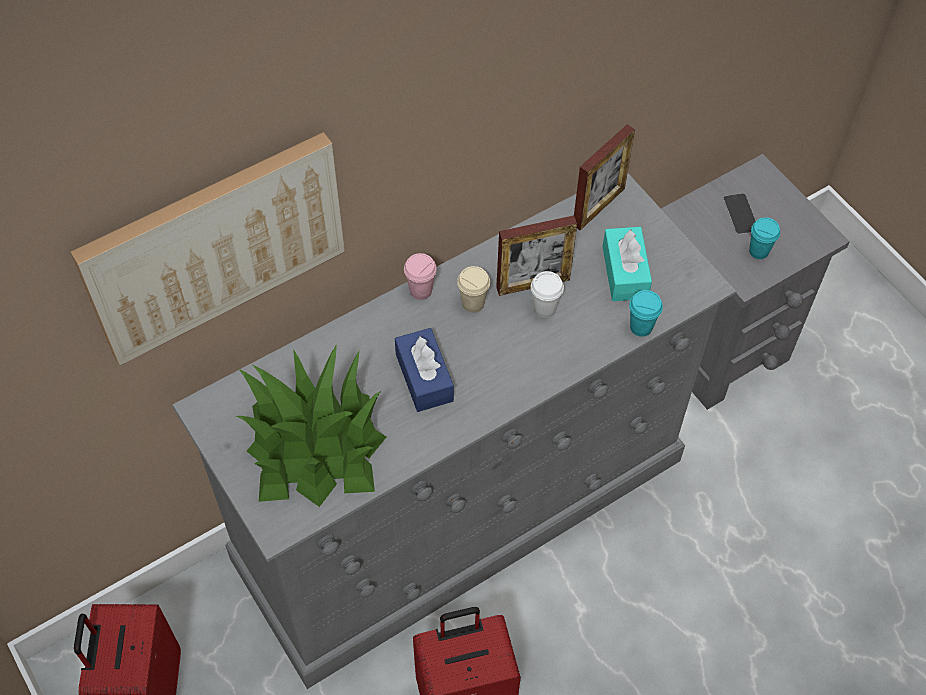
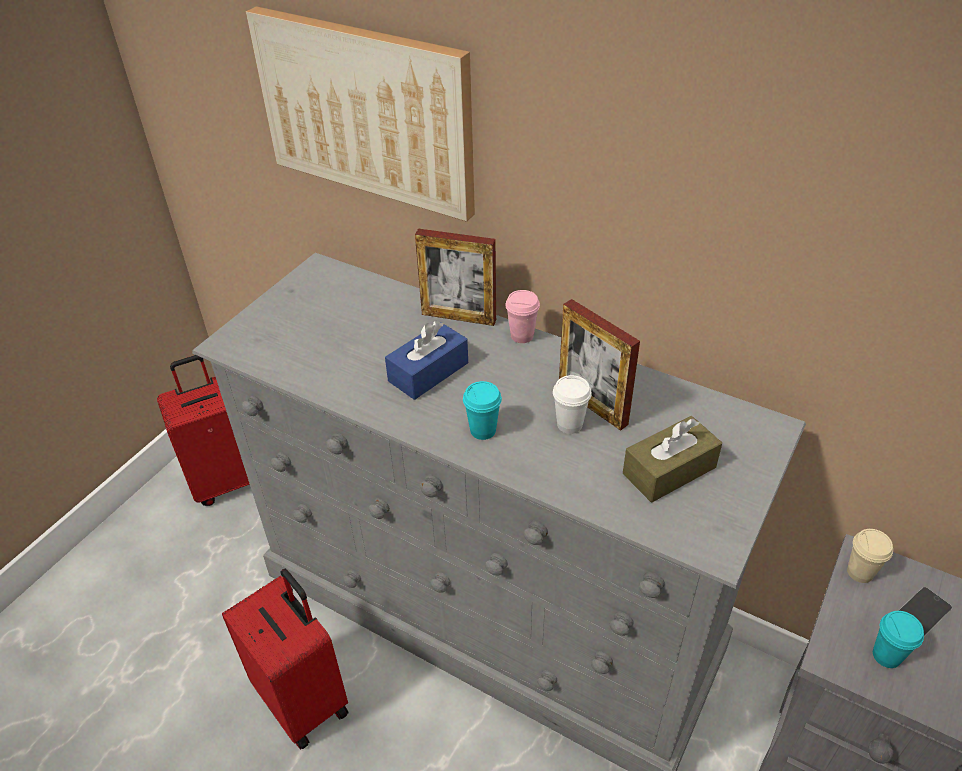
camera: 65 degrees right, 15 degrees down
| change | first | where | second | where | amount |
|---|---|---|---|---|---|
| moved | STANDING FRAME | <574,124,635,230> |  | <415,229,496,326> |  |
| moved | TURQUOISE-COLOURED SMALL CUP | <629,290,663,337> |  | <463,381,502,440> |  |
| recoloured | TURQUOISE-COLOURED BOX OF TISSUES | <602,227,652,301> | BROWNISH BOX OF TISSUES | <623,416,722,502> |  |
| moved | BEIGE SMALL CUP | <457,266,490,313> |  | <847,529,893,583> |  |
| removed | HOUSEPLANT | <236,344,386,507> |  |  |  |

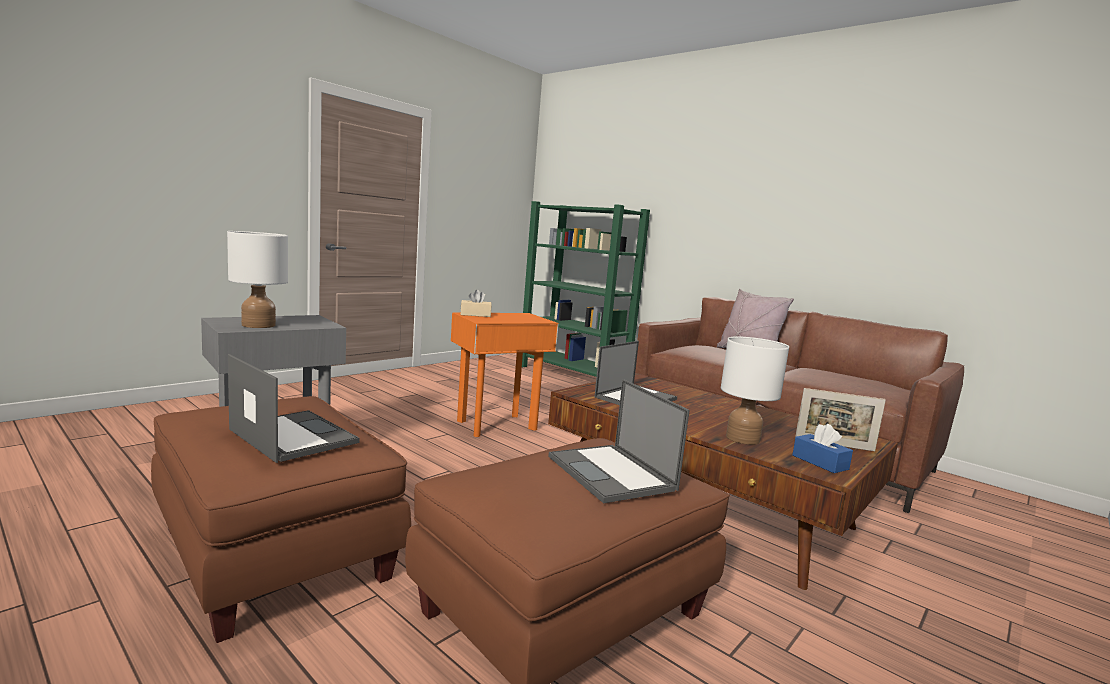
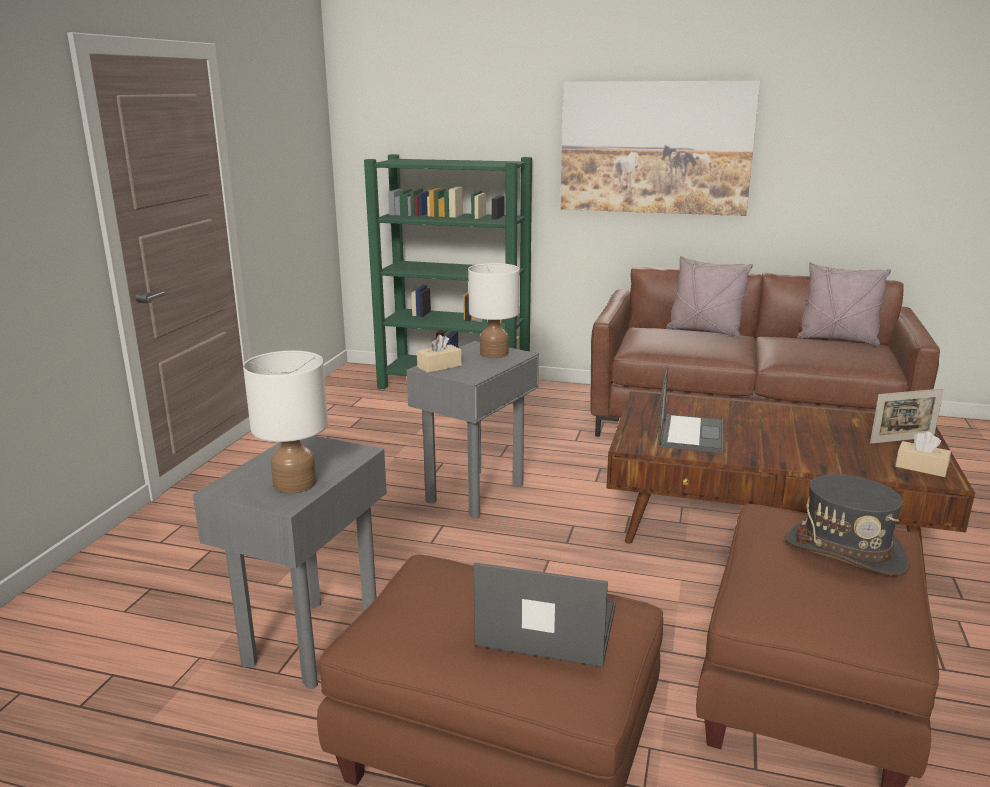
camera: 25 degrees left, 10 degrees up
| change | first | where | second | where | amount |
|---|---|---|---|---|---|
| recoloured | ORANGEY ACCENT TABLE | <451,313,559,437> | GRAY ACCENT TABLE | <407,341,539,518> |  |
| moved | WHITE-COLOURED TABLE LAMP | <721,336,789,445> |  | <468,263,520,358> |  |
| added |  |  | WALL ART | <560,81,760,216> |  |
| replaced | PORTABLE COMPUTER | <548,379,690,503> | GRAY WEARABLE HAT | <785,474,910,576> |  |
| added |  |  | PURPLE-COLOURED PILLOW | <797,262,891,346> |  |
| recoloured | BLUE-COLOURED BOX OF TISSUES | <792,424,853,473> | BEIGE BOX OF TISSUES | <895,432,951,477> |  |

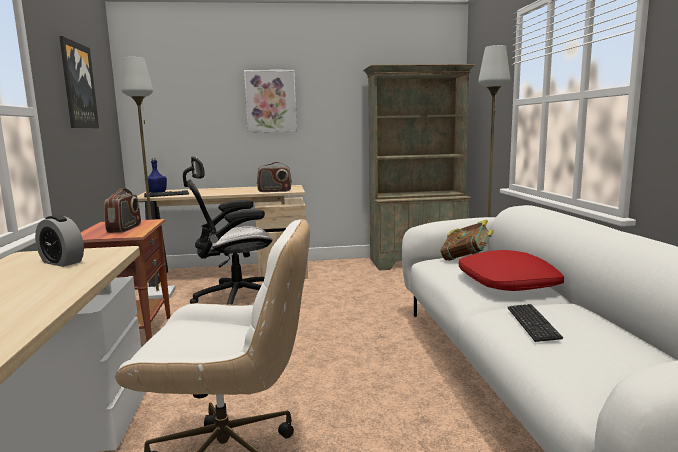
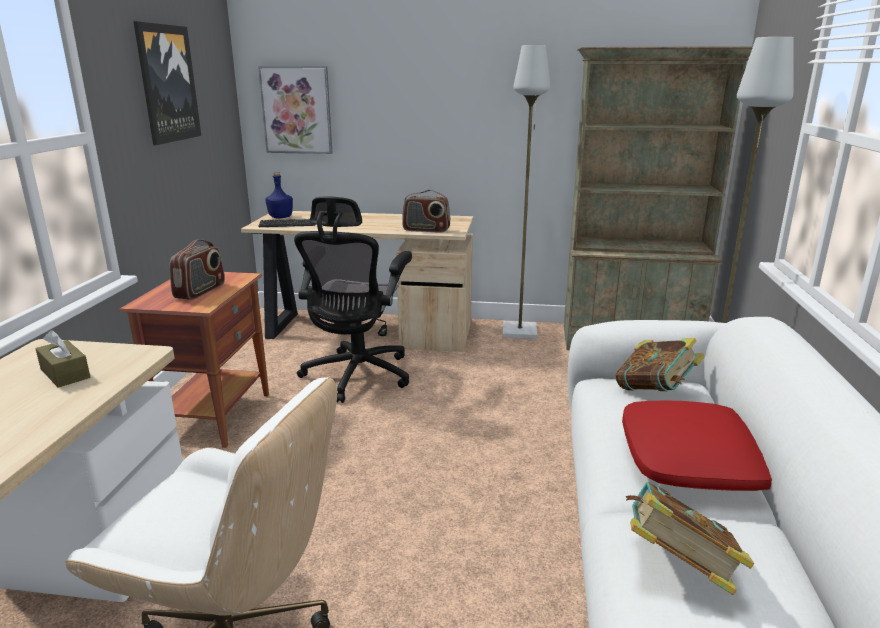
camera: 15 degrees right, 10 degrees up
| change | first | where | second | where | amount |
|---|---|---|---|---|---|
| replaced | BEDSIDE CLOCK | <35,215,84,267> | BROWNISH BOX OF TISSUES | <36,330,90,388> |  |
| moved | WALL ART | <244,70,297,133> |  | <258,66,333,154> |  |
| turned | OFFICE CHAIR | <183,156,273,305> |  | <294,196,412,403> | 75 degrees counterclockwise |
| moved | GRAY STANDARD LAMP | <121,57,175,300> |  | <502,45,550,339> |  |
| replaced | PC KEYBOARD | <508,304,563,342> | VOLUME | <626,482,754,595> |  |

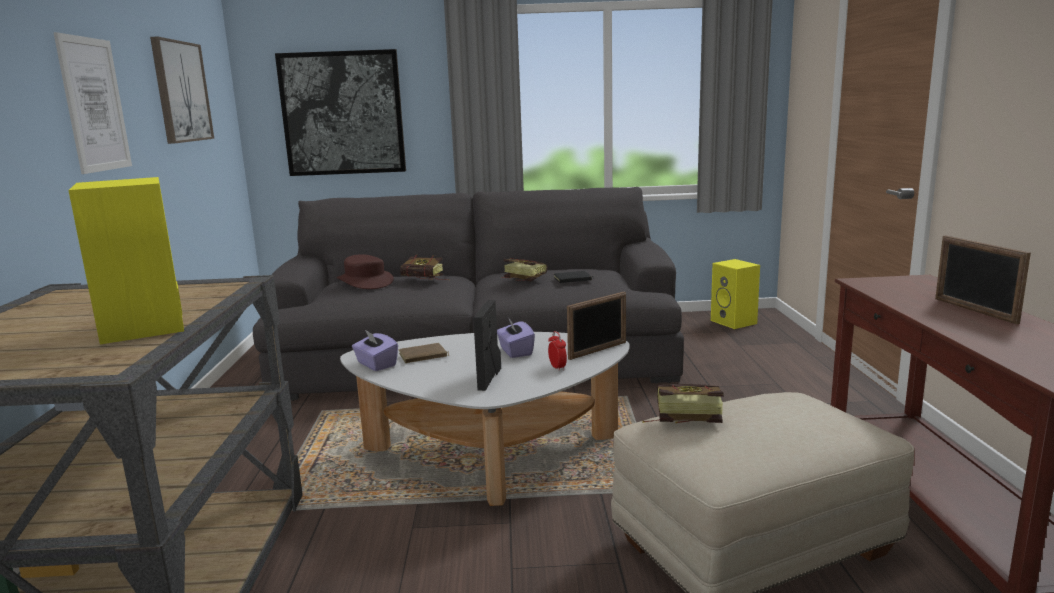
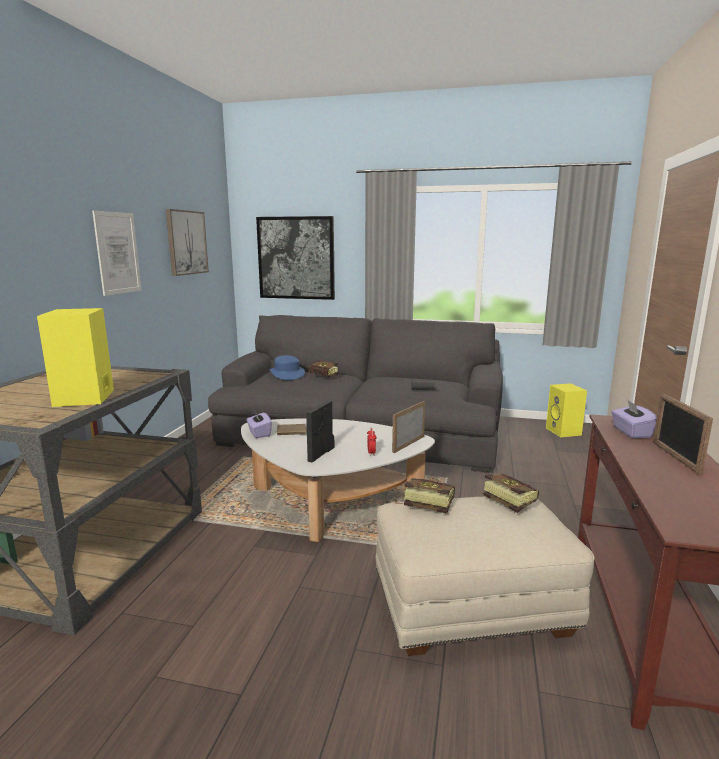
camera: 15 degrees right, 0 degrees up
| change | first | where | second | where | amount |
|---|---|---|---|---|---|
| recoloured | BROWNISH WEARABLE HAT | <336,254,394,289> | BLUE-COLOURED WEARABLE HAT | <269,355,305,380> |  |
| turned | STANDING FRAME | <567,292,626,360> |  | <392,401,425,453> | 150 degrees clockwise |
| moved | VOLUME | <501,258,547,282> |  | <479,474,539,513> |  |
| moved | PURPLE-COLOURED BOX OF TISSUES | <497,319,535,358> |  | <611,399,657,438> |  |

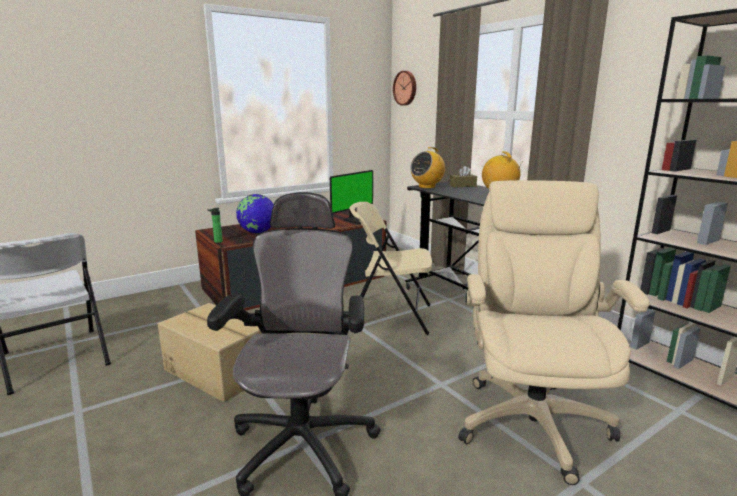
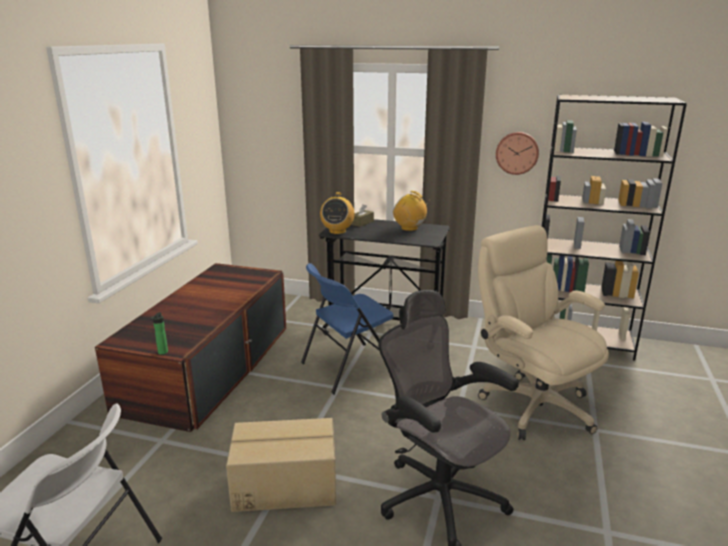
camera: 40 degrees left, 5 degrees up
| change | first | where | second | where | amount |
|---|---|---|---|---|---|
| recoloured | BEIGE UPRIGHT CHAIR | <349,202,432,335> | BLUE-COLOURED UPRIGHT CHAIR | <301,263,393,395> |  |
| moved | HANGING CLOCK | <393,71,416,106> |  | <496,132,539,175> |  |
| removed | DESK GLOBE | <236,194,274,233> |  |  |  |
| removed | COMPUTER DISPLAY | <330,170,373,224> |  |  |  |

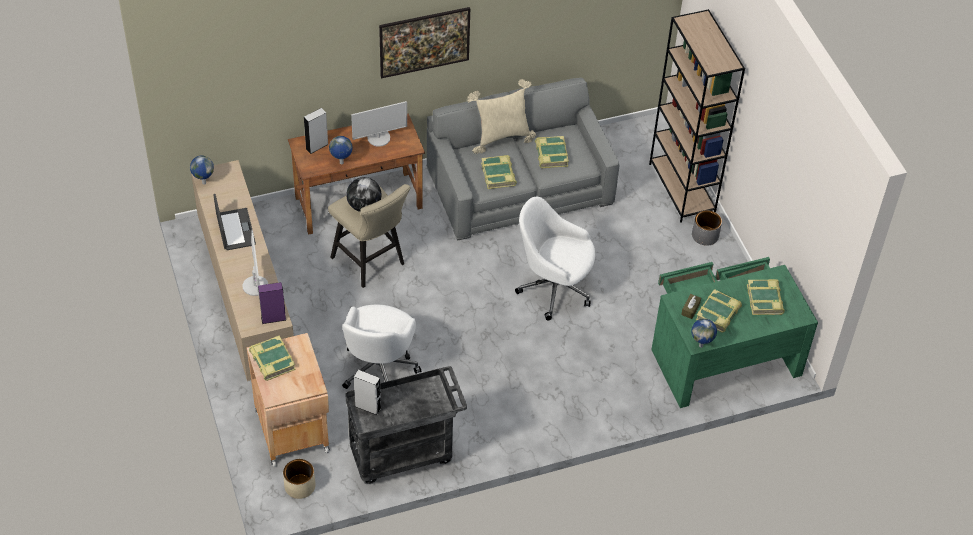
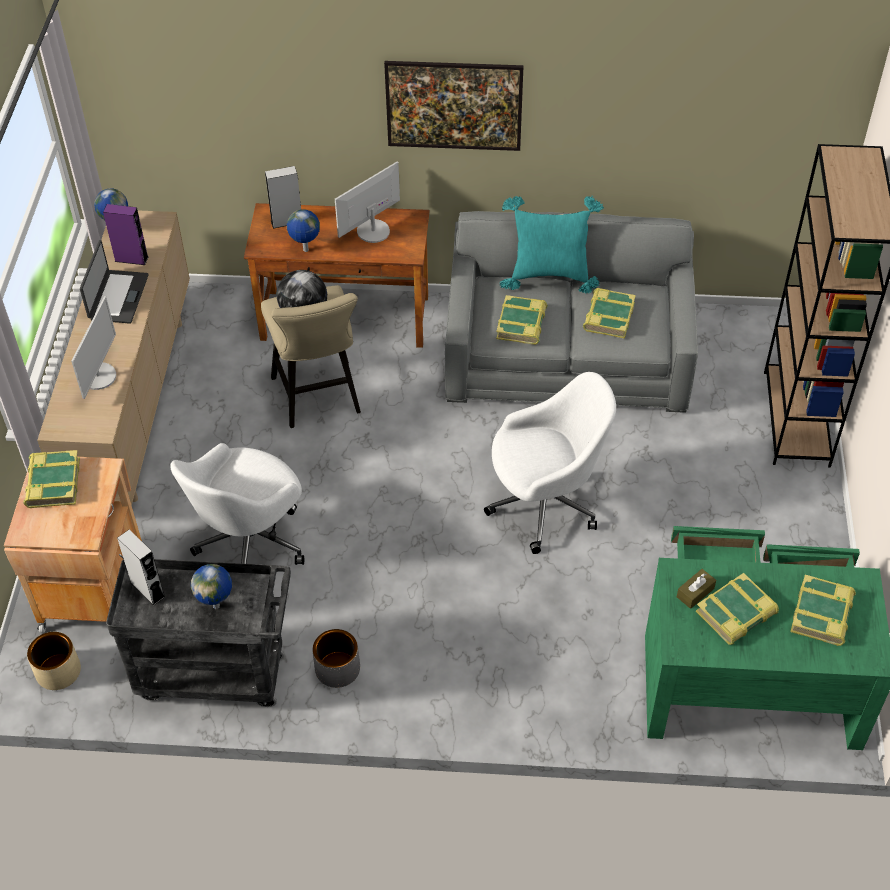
camera: 25 degrees right, 0 degrees up
| change | first | where | second | where | amount |
|---|---|---|---|---|---|
| moved | PURPLE-COLOURED LOUDSPEAKER | <258,282,286,324> |  | <103,204,148,265> |  |
| moved | DESK GLOBE | <691,318,717,348> |  | <191,564,232,609> |  |
| moved | GRAY PLANTER | <692,210,722,246> |  | <312,629,360,688> |  |
| turned | COMPUTER DISPLAY | <351,101,407,147> |  | <335,161,400,243> | 135 degrees clockwise |
| turned | WHITE-COLOURED OFFICE CHAIR | <515,197,595,320> |  | <484,372,616,554> | 120 degrees clockwise |
| recoloured | BEIGE PILLOW | <467,78,537,154> | TURQUOISE-COLOURED PILLOW | <499,196,604,294> |  |

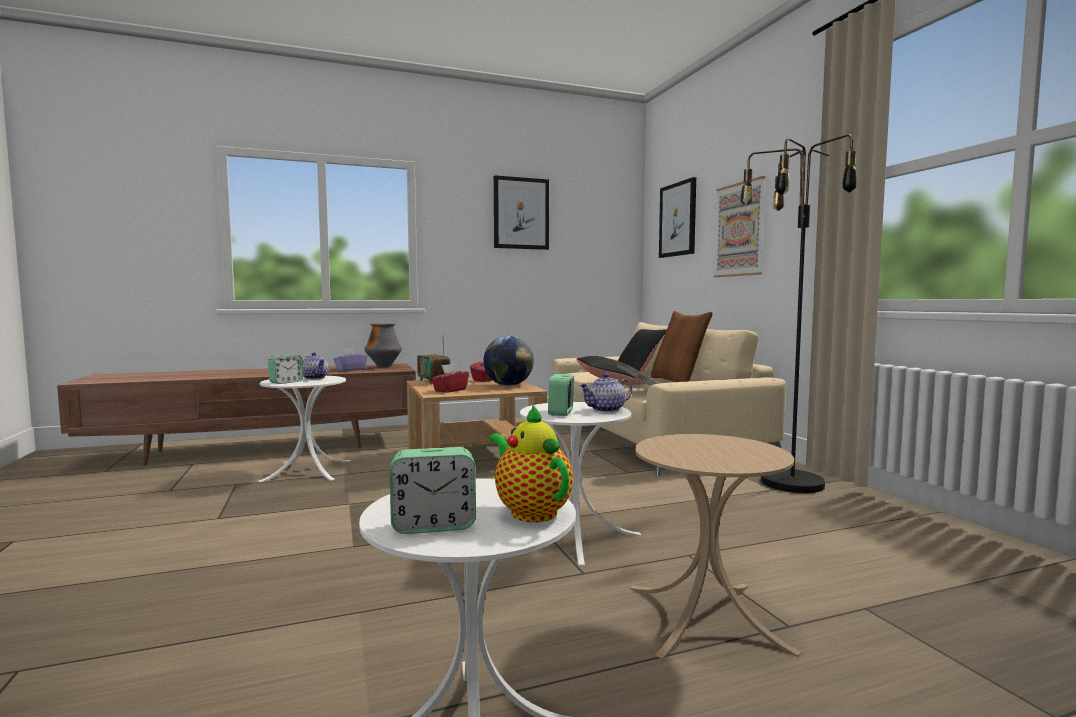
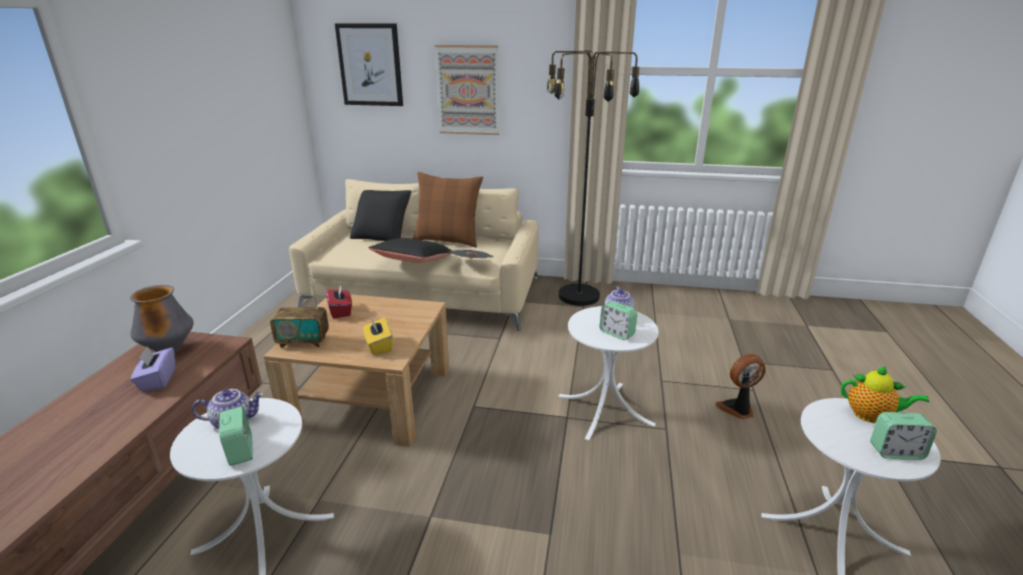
camera: 60 degrees left, 20 degrees up
| change | first | where | second | where | amount |
|---|---|---|---|---|---|
| recoloured | REDDISH BOX OF TISSUES | <431,364,469,393> | YELLOW BOX OF TISSUES | <363,317,393,355> |  |
| replaced | BEIGE ACCENT TABLE | <630,434,801,659> | ELECTRIC FAN | <716,354,766,419> |  |
| turned | TEAPOT | <489,404,573,523> |  | <841,366,929,423> | 150 degrees counterclockwise |
| turned | BEDSIDE CLOCK | <390,447,476,534> |  | <870,412,937,460> | 75 degrees clockwise |
| removed | DESK GLOBE | <484,336,534,386> |  |  |  |
| removed | WALL ART | <494,175,549,250> |  |  |  |

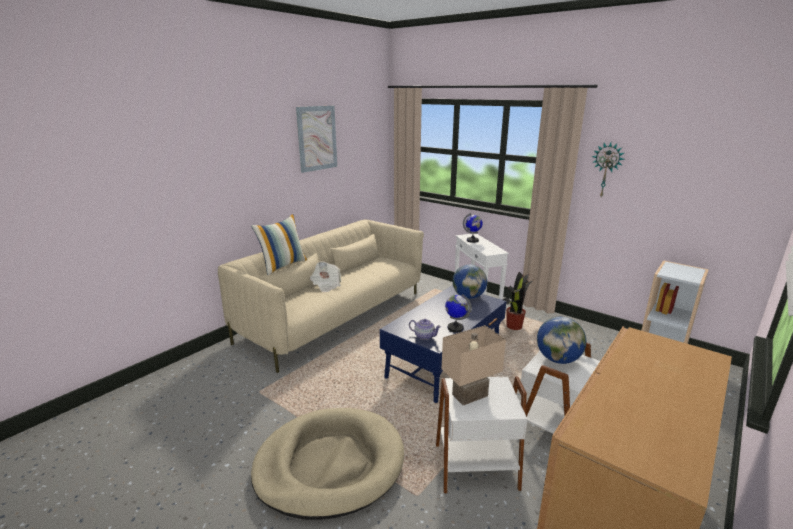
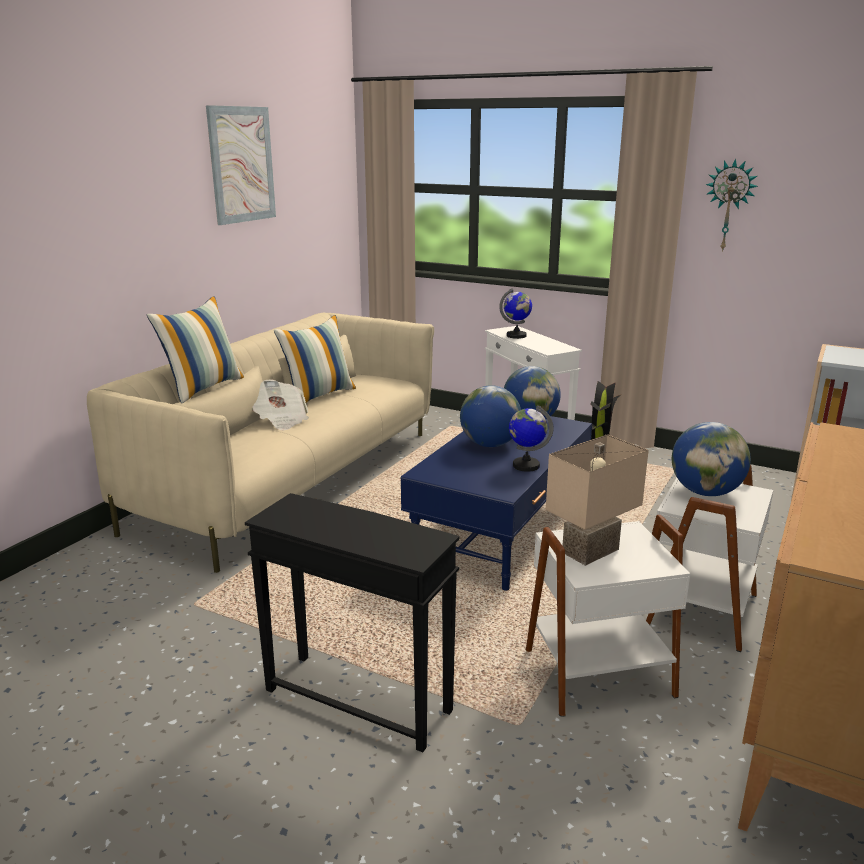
camera: 10 degrees left, 0 degrees up
| change | first | where | second | where | amount |
|---|---|---|---|---|---|
| replaced | BEIGE PET BED | <251,408,404,520> | BLACK-COLOURED ACCENT TABLE | <245,493,460,752> |  |
| added |  |  | PILLOW | <274,315,356,403> |  |
| added |  |  | DESK GLOBE | <460,385,521,447> |  |
| removed | TEAPOT | <409,319,441,340> |  |  |  |

